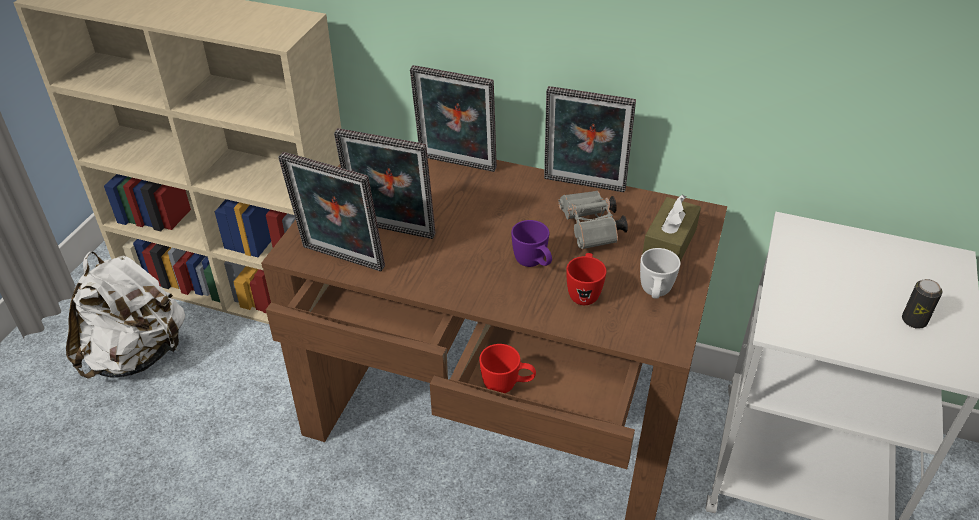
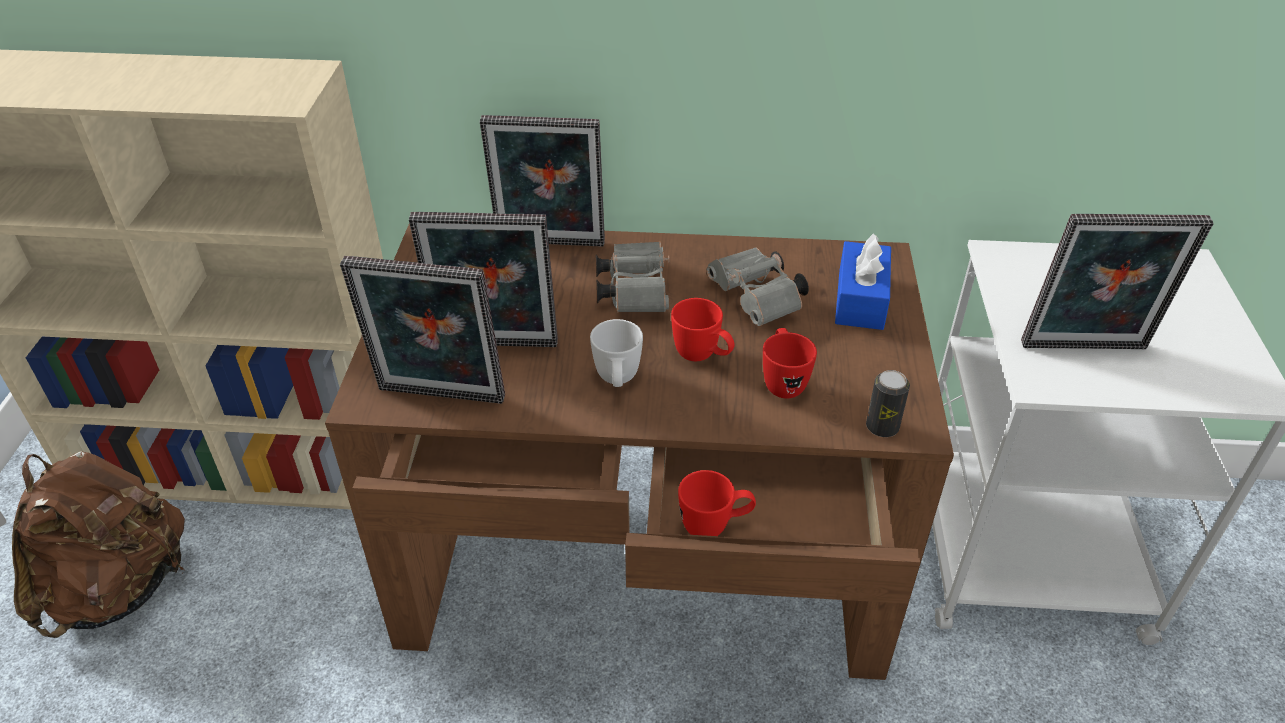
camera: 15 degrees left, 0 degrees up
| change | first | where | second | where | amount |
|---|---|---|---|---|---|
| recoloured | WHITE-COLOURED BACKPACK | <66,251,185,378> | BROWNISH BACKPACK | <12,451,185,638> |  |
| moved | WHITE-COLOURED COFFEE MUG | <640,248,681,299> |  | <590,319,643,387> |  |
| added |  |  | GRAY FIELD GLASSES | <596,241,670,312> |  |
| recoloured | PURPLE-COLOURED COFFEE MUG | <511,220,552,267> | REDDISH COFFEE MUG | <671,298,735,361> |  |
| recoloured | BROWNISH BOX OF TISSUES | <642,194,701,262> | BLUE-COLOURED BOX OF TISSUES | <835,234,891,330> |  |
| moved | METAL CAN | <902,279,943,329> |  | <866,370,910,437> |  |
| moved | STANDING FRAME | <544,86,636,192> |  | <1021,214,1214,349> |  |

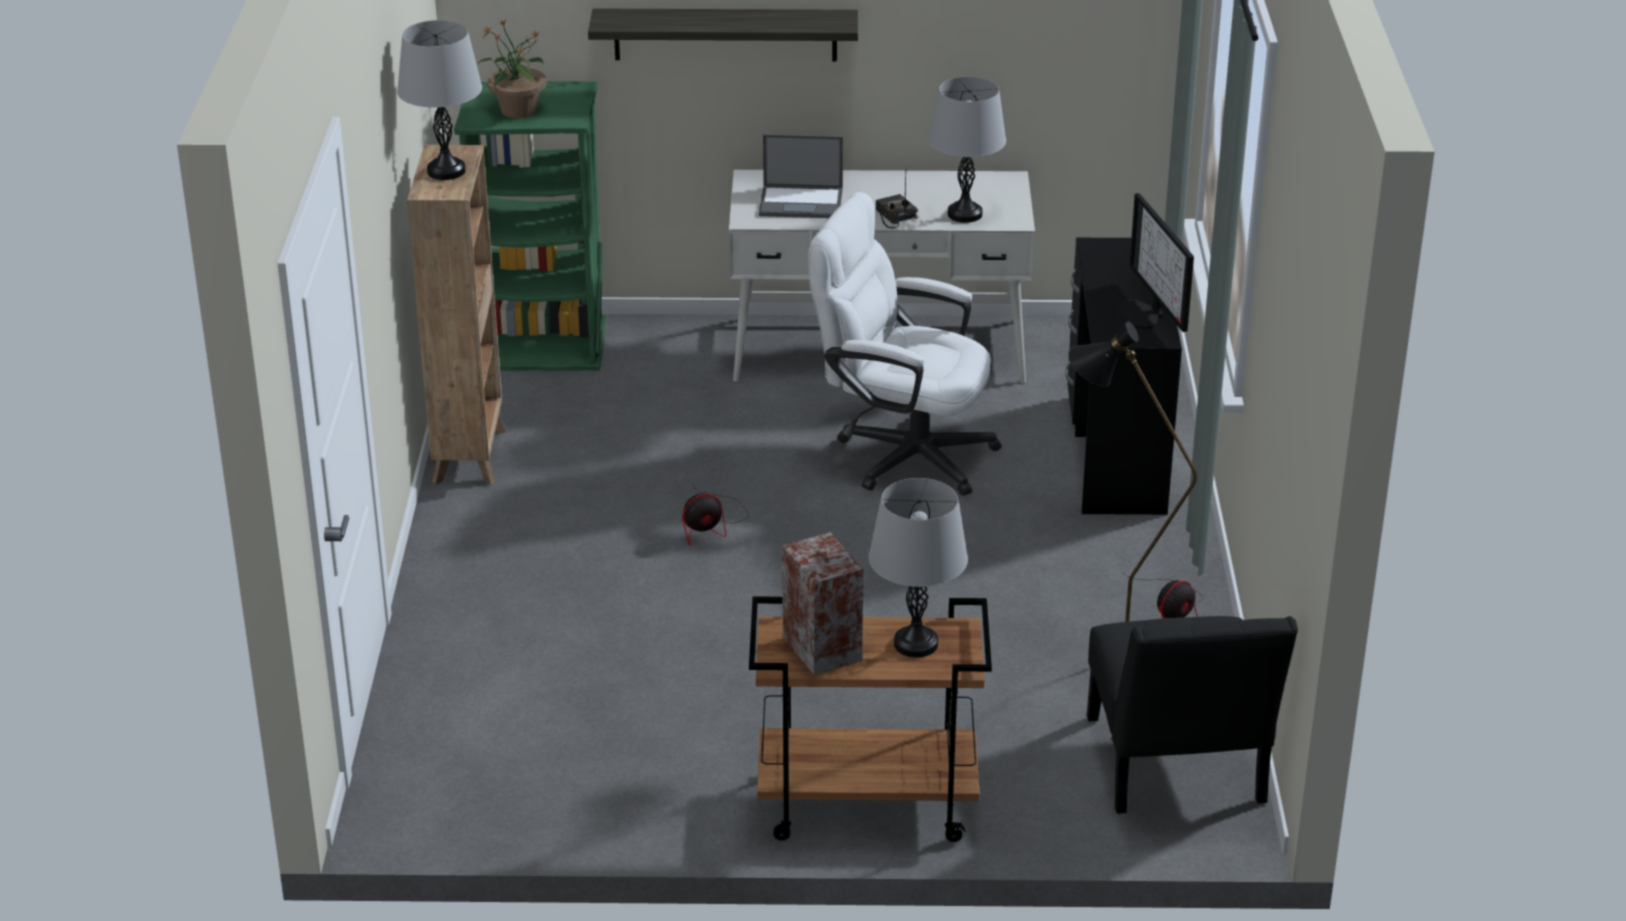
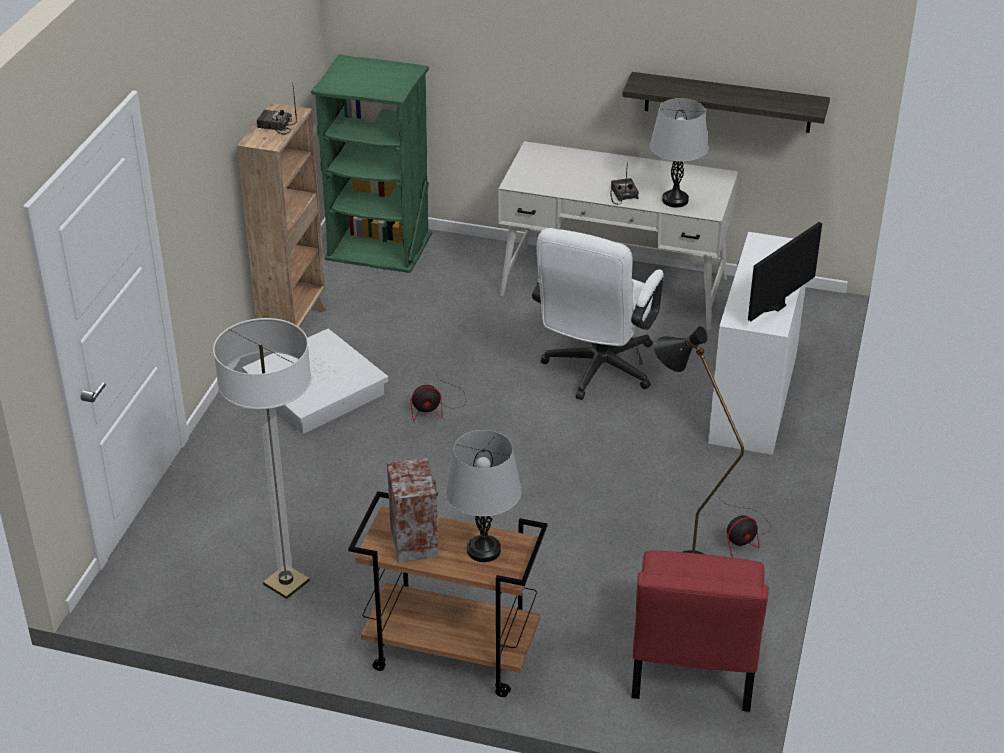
camera: 15 degrees right, 5 degrees up
| change | first | where | second | where | amount |
|---|---|---|---|---|---|
| added |  |  | STANDARD LAMP | <213,318,311,599> |  |
| added |  |  | WHITE-COLOURED STORAGE CONTAINER | <242,329,388,434> |  |
| replaced | GRAY TABLE LAMP | <397,20,482,180> | RADIO RECEIVER | <257,82,297,135> |  |
| turned | WHITE-COLOURED OFFICE CHAIR | <808,192,1002,496> |  | <532,228,664,400> | 105 degrees counterclockwise |
| moved | SHELF | <588,8,858,61> |  | <622,72,830,133> |  |
| recoloured | BLACK-COLOURED UPRIGHT CHAIR | <1087,616,1298,814> | REDDISH UPRIGHT CHAIR | <631,550,769,712> |  |
| recoloured | BLACK-COLOURED DESK | <1065,238,1182,515> | WHITE-COLOURED DESK | <708,232,806,455> |  |
| turned | COMPUTER DISPLAY | <1116,193,1194,332> |  | <748,222,822,321> | 45 degrees clockwise |
| removed | HOUSEPLANT | <477,19,547,118> |  |  |  |
| removed | PORTABLE COMPUTER | <759,134,843,218> |  |  |  |

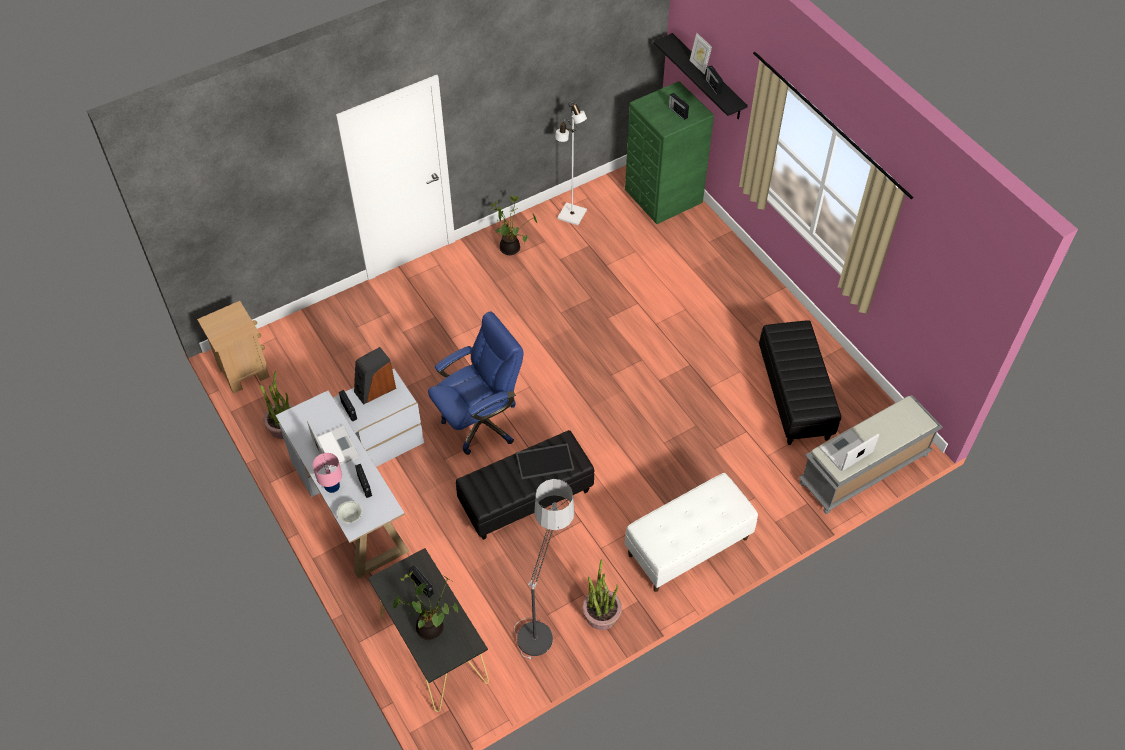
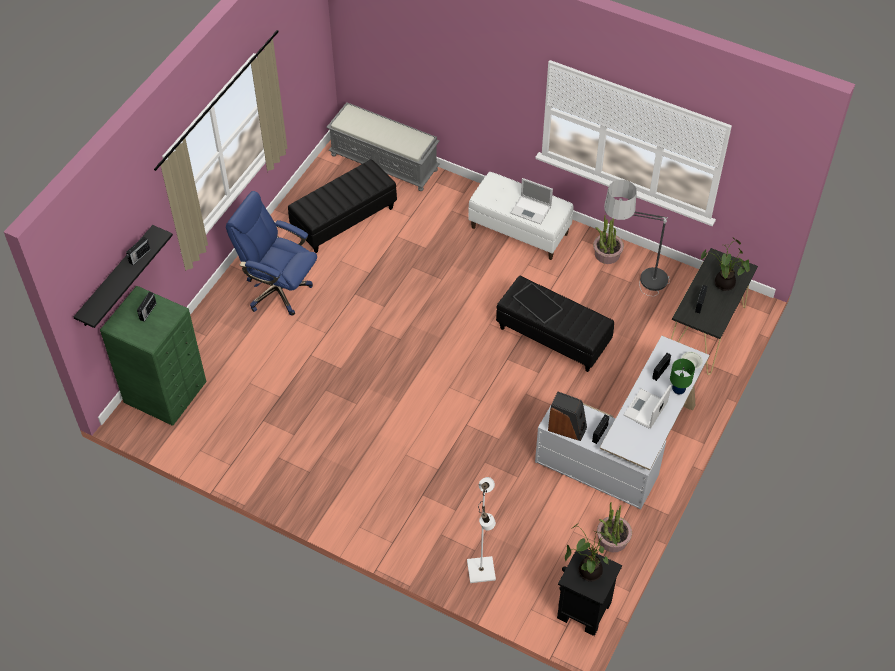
camera: 120 degrees left, 0 degrees up
| change | first | where | second | where | amount |
|---|---|---|---|---|---|
| moved | BLUE-COLOURED OFFICE CHAIR | <428,311,524,455> |  | <226,191,317,316> |  |
| moved | WHITE-COLOURED STANDARD LAMP | <555,102,587,225> |  | <467,477,496,583> |  |
| moved | PORTABLE COMPUTER | <820,429,879,471> |  | <511,178,553,224> |  |
| recoloured | BEIGE NIGHT TABLE | <197,301,270,394> | BLACK-COLOURED NIGHT TABLE | <557,549,622,636> |  |
| moved | HOUSEPLANT | <491,195,538,255> |  | <565,523,617,581> |  |
| recoloured | PINKISH TABLE LAMP | <313,453,342,493> | GREEN TABLE LAMP | <670,359,695,394> |  |
| removed | STANDING FRAME | <690,33,712,75> |  |  |  |

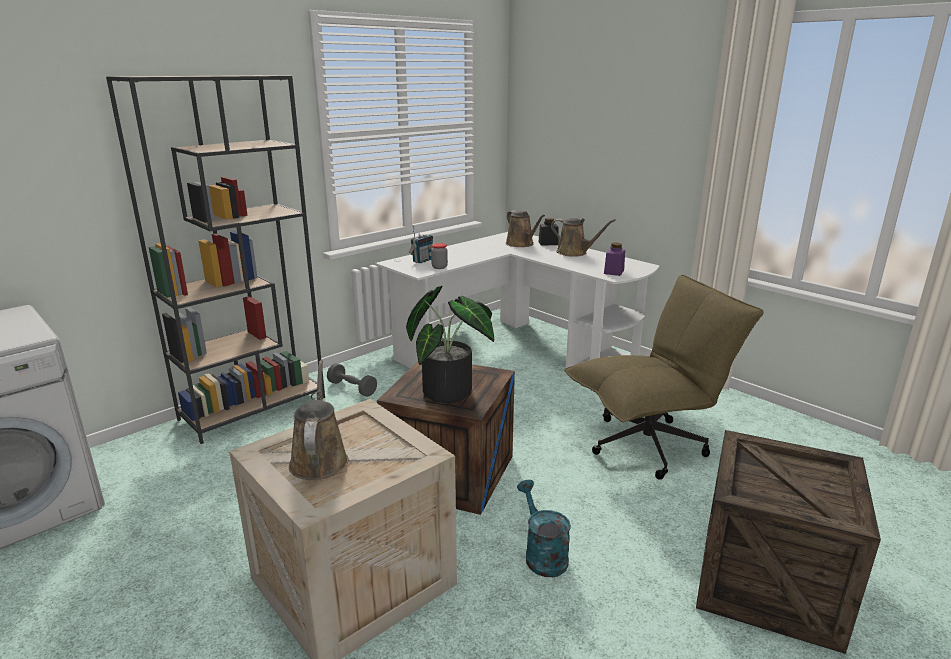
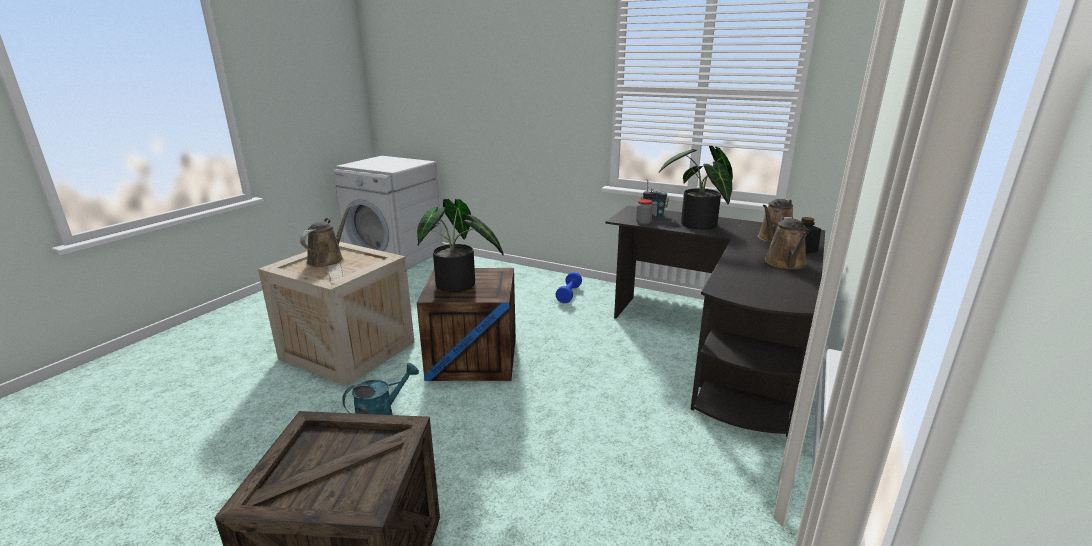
camera: 70 degrees right, 0 degrees up
| change | first | where | second | where | amount |
|---|---|---|---|---|---|
| turned | BROWNISH SPRINKLING CAN | <289,360,349,480> |  | <300,205,351,267> | 45 degrees counterclockwise |
| recoloured | GRAY DUMBBELL | <327,363,377,397> | BLUE-COLOURED DUMBBELL | <555,272,582,303> |  |
| recoloured | WHITE-COLOURED DESK | <375,232,659,373> | BLACK-COLOURED DESK | <605,206,825,437> |  |
| added |  |  | HOUSEPLANT | <659,146,733,230> |  |
| removed | BOOKCASE | <106,75,325,444> |  |  |  |
| removed | BEIGE OFFICE CHAIR | <564,275,764,480> |  |  |  |
| removed | PURPLE-COLOURED STORAGE JAR | <604,243,625,276> |  |  |  |

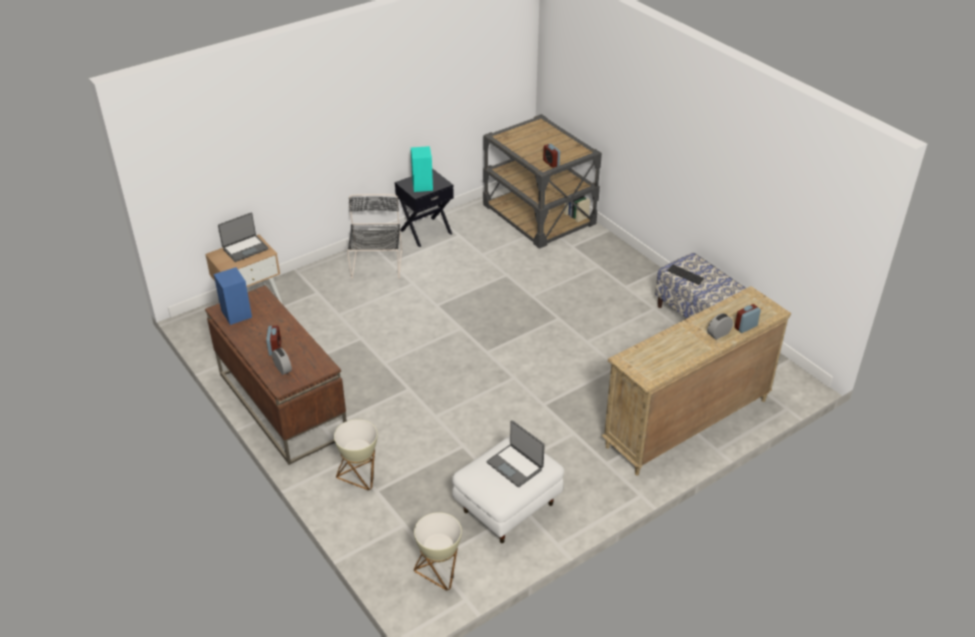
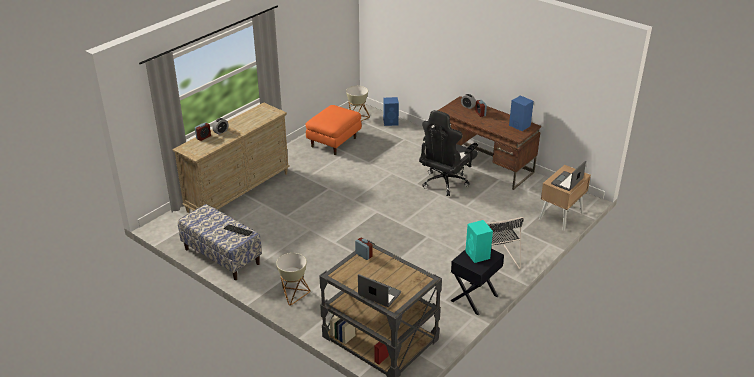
camera: 165 degrees right, 5 degrees down
| change | first | where | second | where | amount |
|---|---|---|---|---|---|
| moved | PLANTER | <334,419,378,490> |  | <276,253,310,306> |  |
| recoloured | WHITE-COLOURED FOOTREST | <452,436,564,543> | ORANGEY FOOTREST | <305,105,362,155> |  |
| moved | PORTABLE COMPUTER | <486,420,545,487> |  | <358,274,401,307> |  |
| added |  |  | BLUE-COLOURED LOUDSPEAKER | <383,97,399,126> |  |
| added |  |  | BLACK-COLOURED OFFICE CHAIR | <419,110,478,196> |  |

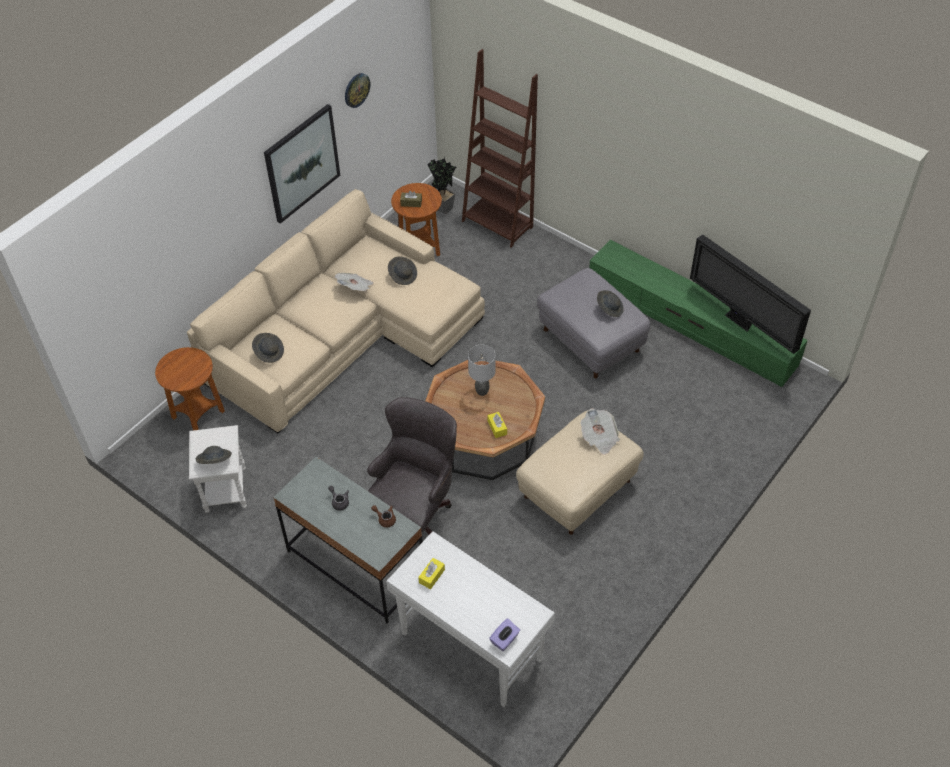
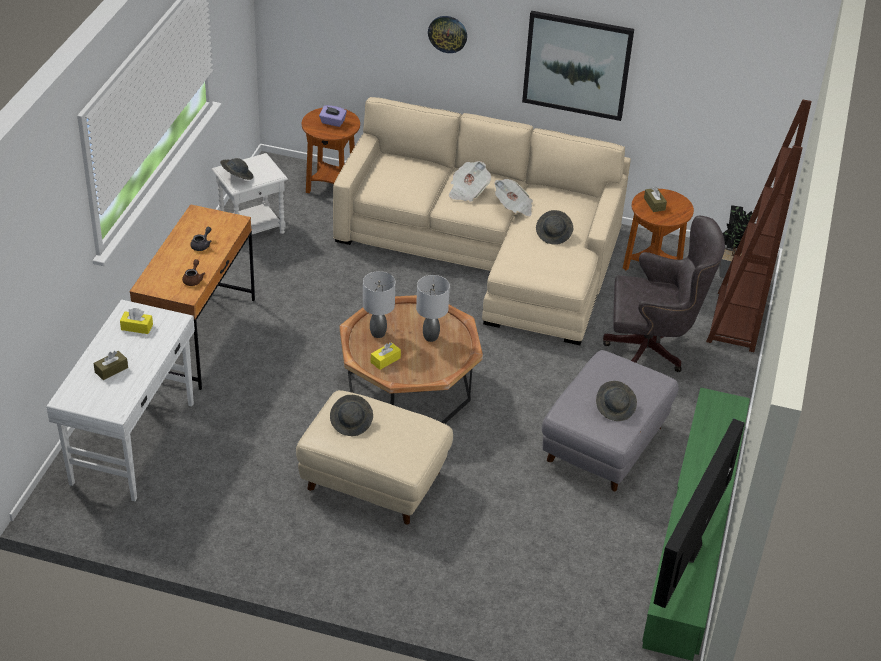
camera: 65 degrees right, 10 degrees down
| change | first | where | second | where | amount |
|---|---|---|---|---|---|
| added |  |  | BROWNISH BOX OF TISSUES | <93,351,128,380> |  |
| recoloured | GRAY DESK | <273,457,423,623> | BROWNISH DESK | <129,204,255,390> |  |
| moved | PURPLE-COLOURED BOX OF TISSUES | <489,618,520,651> |  | <319,105,347,127> |  |
| moved | GRAY WEARABLE HAT | <252,333,284,363> |  | <330,395,373,436> |  |
| added |  |  | GRAY TABLE LAMP | <363,271,395,338> |  |
| moved | HANGING CLOCK | <345,73,370,108> |  | <428,16,467,53> |  |
| moved | DAILY PAPER | <580,408,620,455> |  | <449,161,491,202> |  |
| moved | GRAY OFFICE CHAIR | <367,397,457,535> |  | <603,216,725,372> |  |

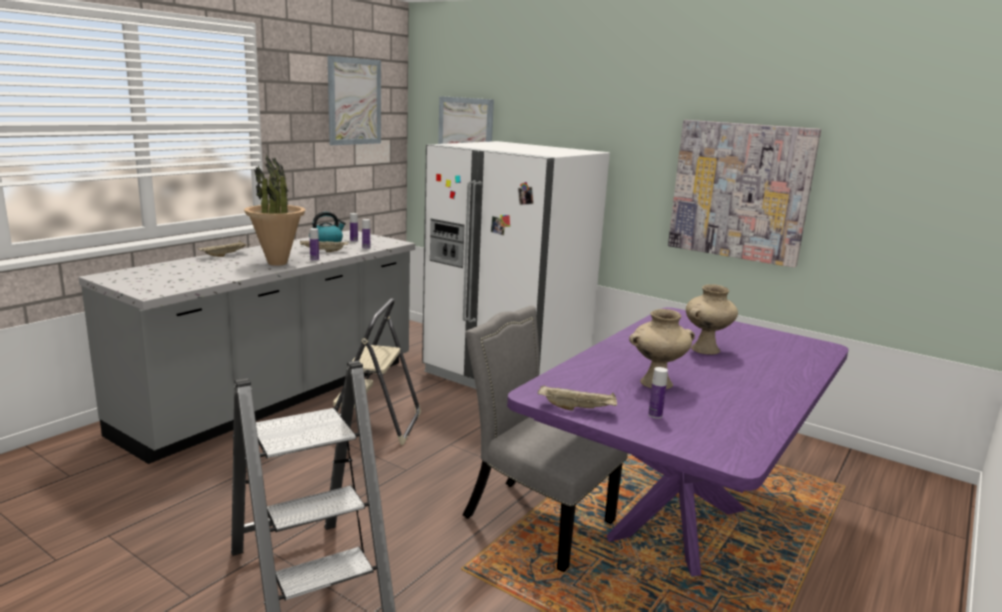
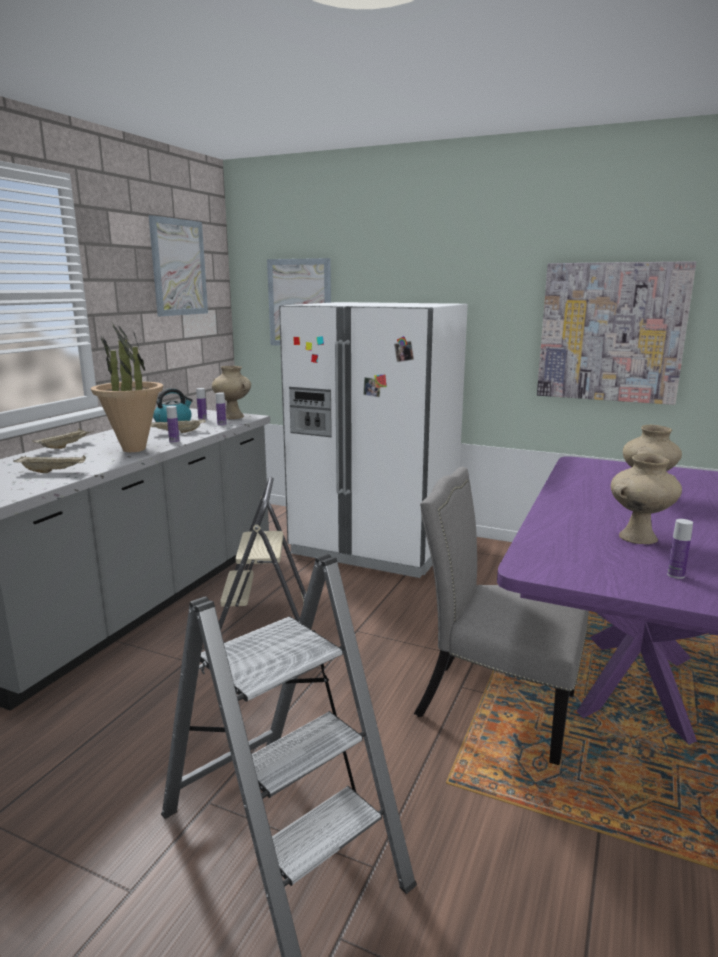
camera: 10 degrees left, 0 degrees up
| change | first | where | second | where | amount |
|---|---|---|---|---|---|
| moved | BEIGE TRAY | <538,385,617,411> |  | <13,455,86,473> |  |
| added |  |  | BEIGE FLOWER VASE | <212,366,251,419> |  |

